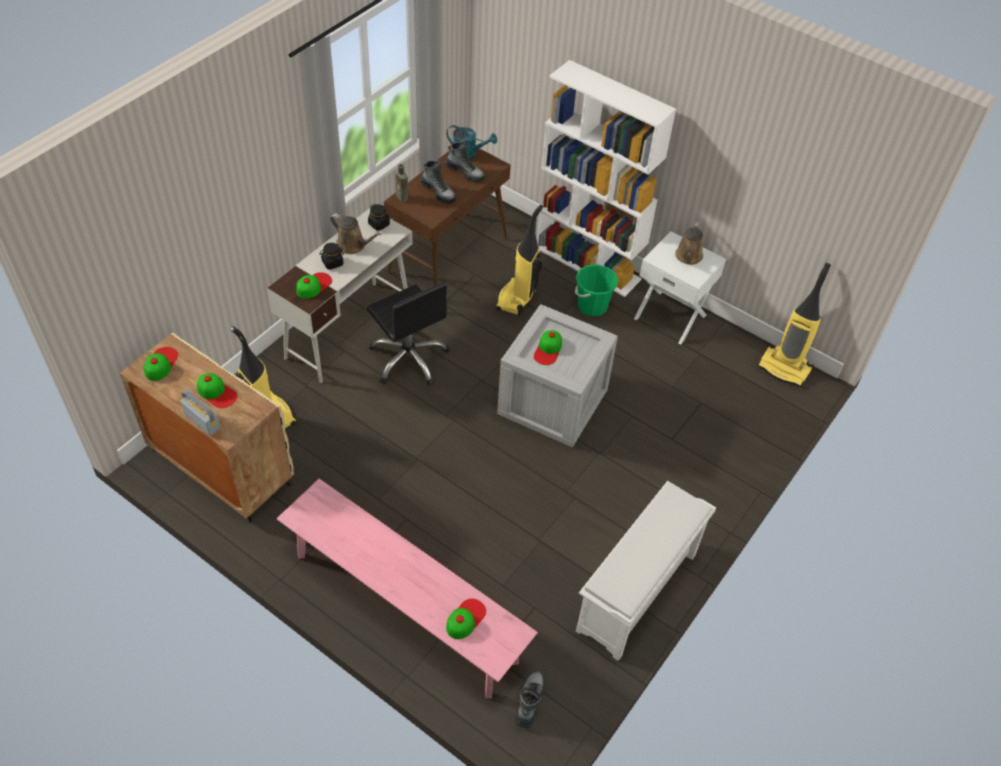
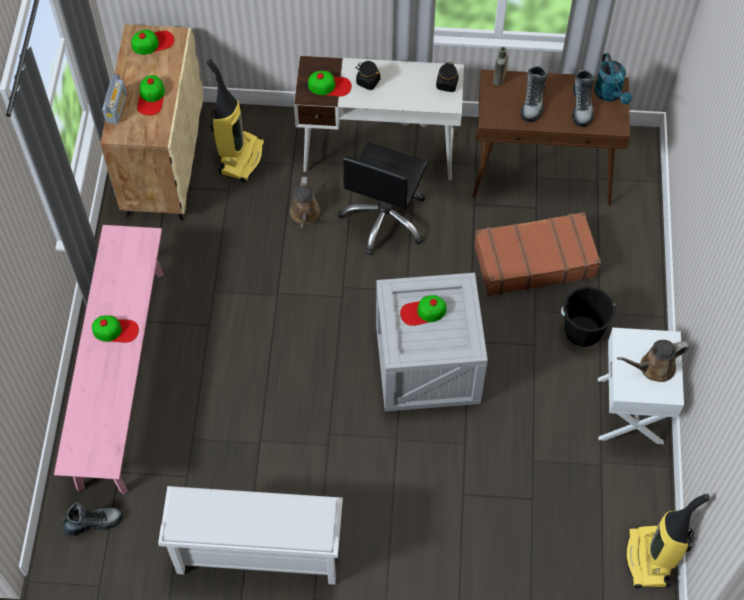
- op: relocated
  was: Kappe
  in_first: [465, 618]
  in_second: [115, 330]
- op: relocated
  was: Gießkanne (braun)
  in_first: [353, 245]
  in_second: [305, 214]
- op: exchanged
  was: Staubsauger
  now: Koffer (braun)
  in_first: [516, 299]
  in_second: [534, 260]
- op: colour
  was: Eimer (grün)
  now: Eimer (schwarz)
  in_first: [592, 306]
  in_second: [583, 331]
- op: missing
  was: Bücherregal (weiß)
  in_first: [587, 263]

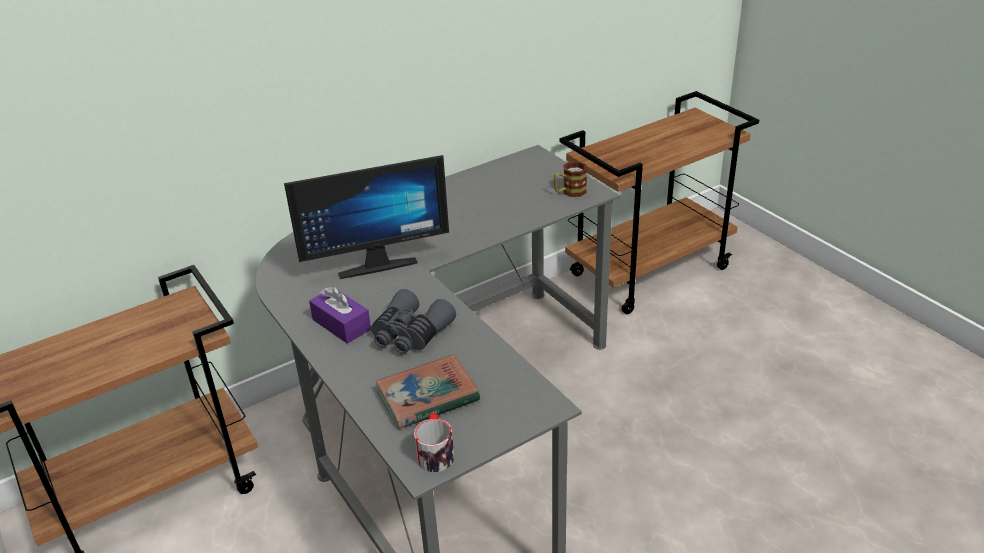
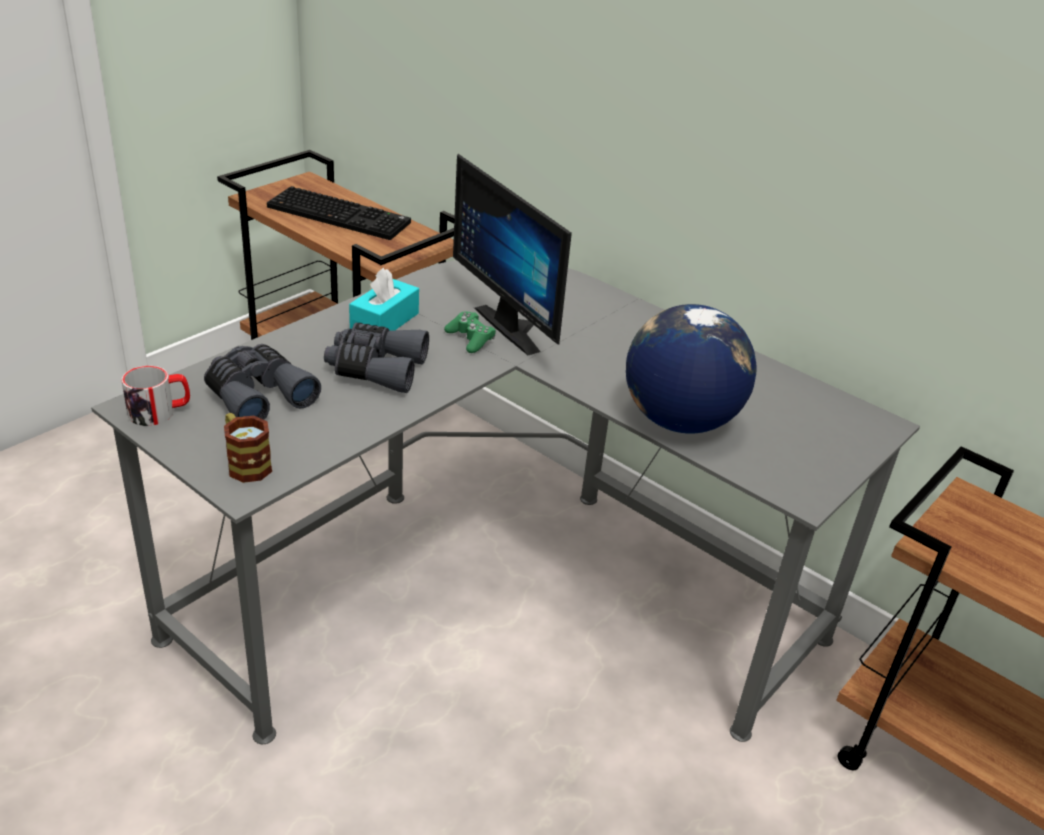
- op: exchanged
  was: Buch
  now: Fernglas (grau)
  in_first: [428, 397]
  in_second: [257, 395]
- op: relocated
  was: Henkelbecher
  in_first: [569, 192]
  in_second: [245, 463]
- op: appeared
  now: Tastatur
  in_second: [341, 215]
- op: colour
  was: Taschentuchbox (lila)
  now: Taschentuchbox (türkis)
  in_first: [341, 324]
  in_second: [384, 322]
- op: appeared
  now: Gamepad (grün)
  in_second: [470, 339]
- op: appeared
  now: Globus
  in_second: [679, 421]

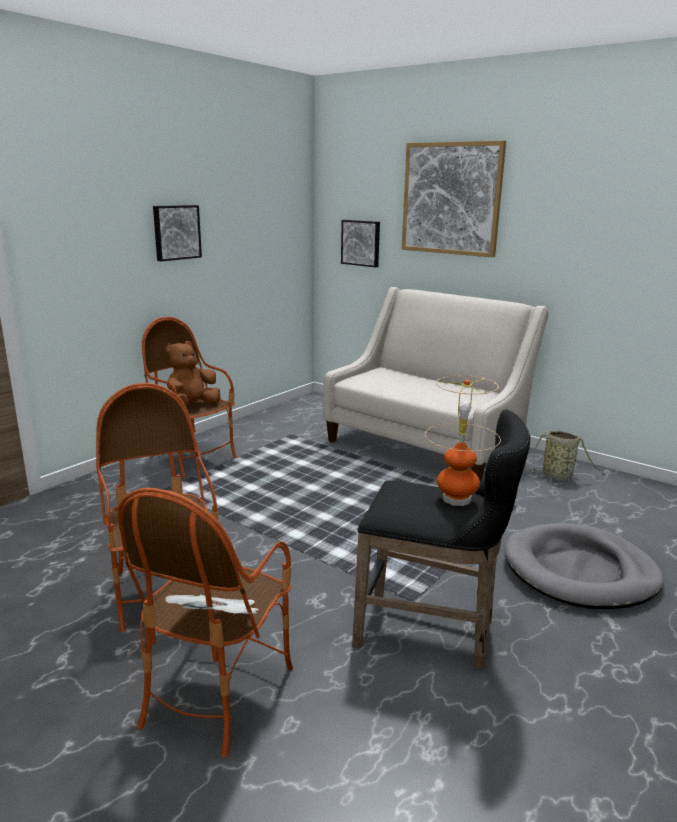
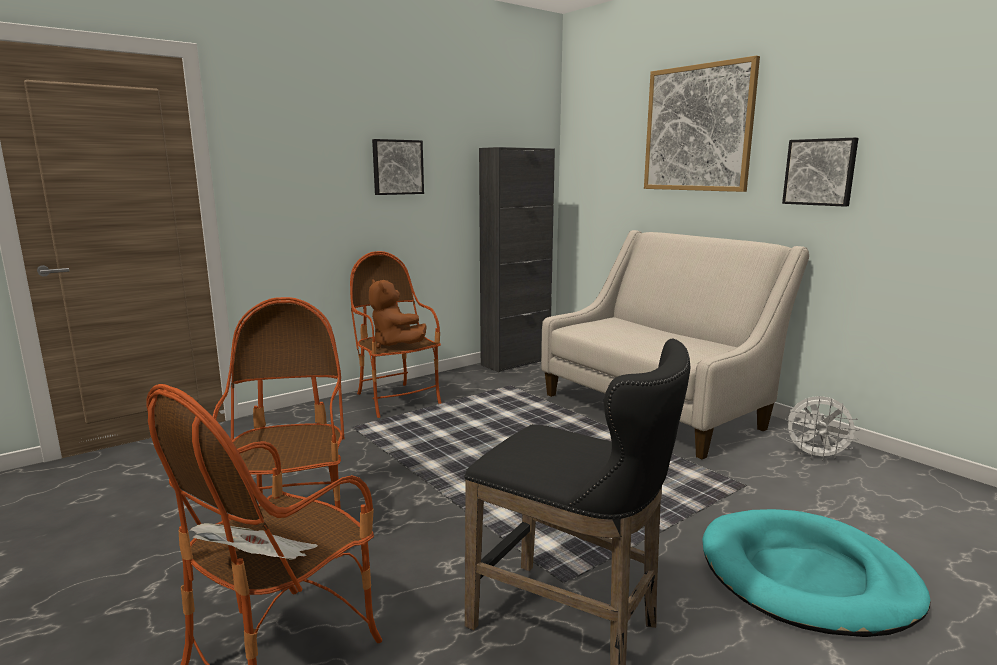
- op: spun
  was: Plüschtier (braun)
  in_first: [192, 407]
  in_second: [395, 345]
  clockwise: -90
- op: appeared
  now: Schrank (schwarz)
  in_second: [515, 362]
- op: colour
  was: Hundebett (grau)
  now: Hundebett (türkis)
  in_first: [580, 571]
  in_second: [806, 577]
- op: relocated
  was: Bild
  in_first: [361, 243]
  in_second: [820, 172]
- op: exchanged
  was: Korb
  now: Ventilator (weiß)
  in_first: [559, 476]
  in_second: [816, 456]
- op: missing
  was: Tischlampe
  in_first: [457, 499]

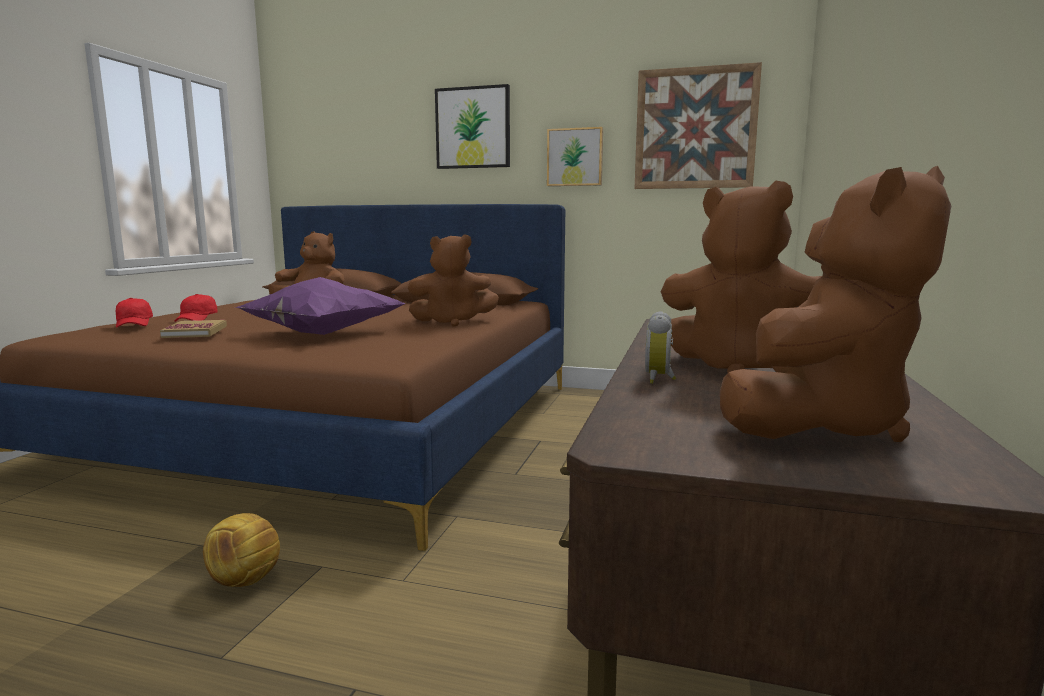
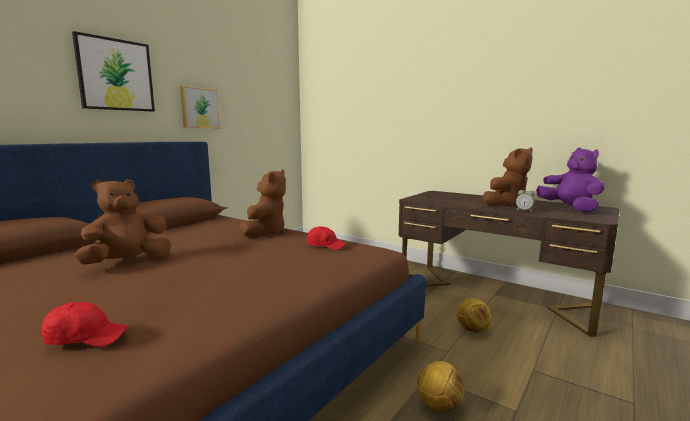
- op: relocated
  was: Kappe (rot)
  in_first: [197, 319]
  in_second: [326, 246]
- op: appeared
  now: Fußball
  in_second: [472, 330]
- op: colour
  was: Plüschtier (braun)
  now: Plüschtier (lila)
  in_first: [818, 424]
  in_second: [570, 209]
- op: missing
  was: Buch
  in_first: [195, 332]
- op: missing
  was: Kissen (lila)
  in_first: [322, 334]
- op: missing
  was: Bild
  in_first: [695, 129]

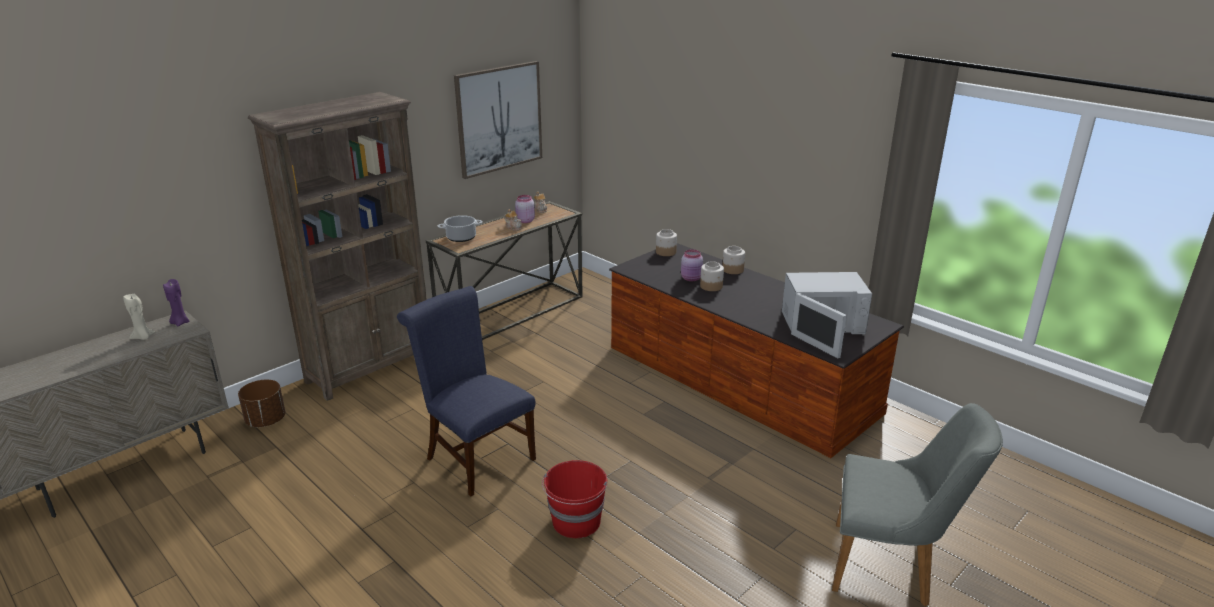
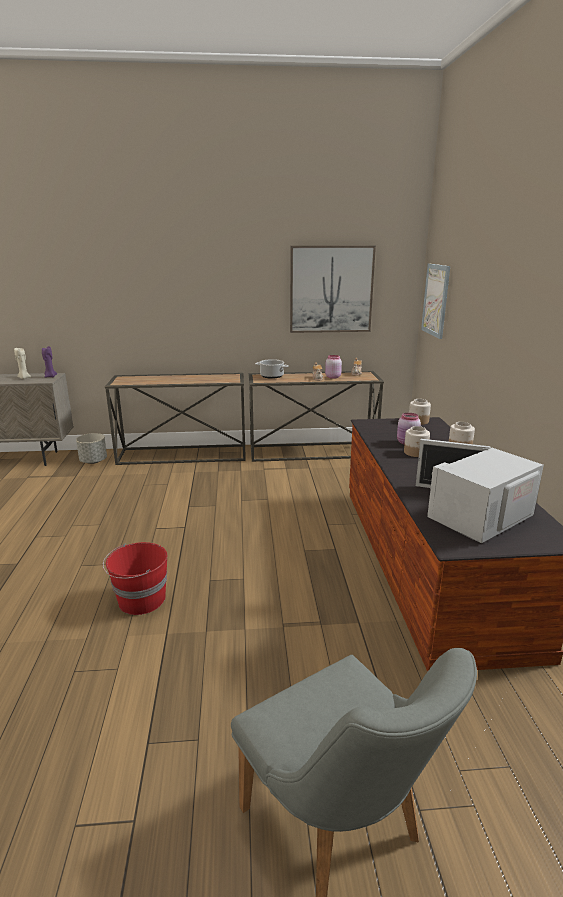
- op: colour
  was: Pflanzkübel (braun)
  now: Pflanzkübel (grau)
  in_first: [266, 421]
  in_second: [93, 461]
- op: exchanged
  was: Bücherregal (braun)
  now: Konsolentisch
  in_first: [371, 368]
  in_second: [183, 454]
- op: spun
  was: Mikrowelle (weiß)
  in_first: [821, 325]
  in_second: [478, 514]
  clockwise: 105
- op: appeared
  now: Bild
  in_second: [435, 300]
- op: missing
  was: Stuhl (blau)
  in_first: [476, 456]

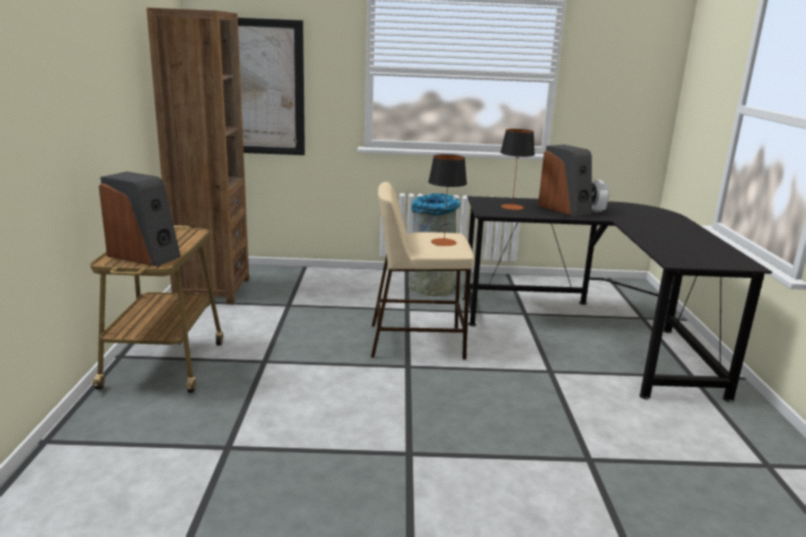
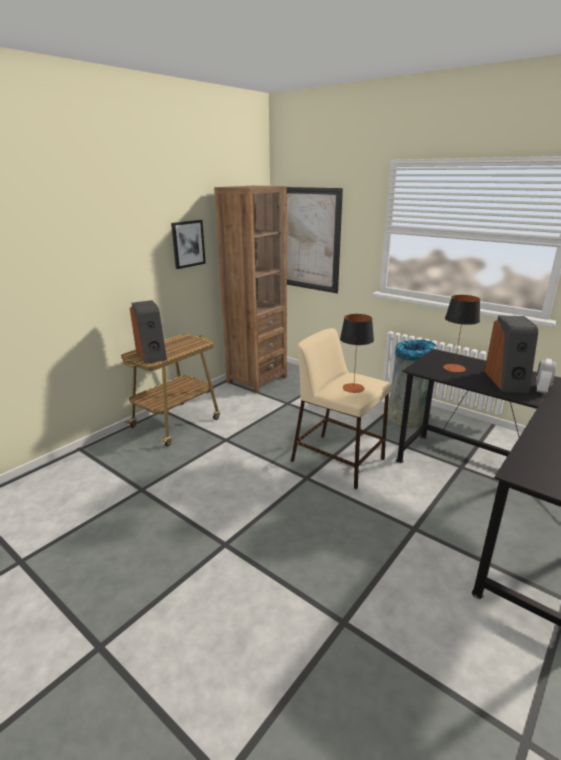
- op: appeared
  now: Bild
  in_second: [188, 244]

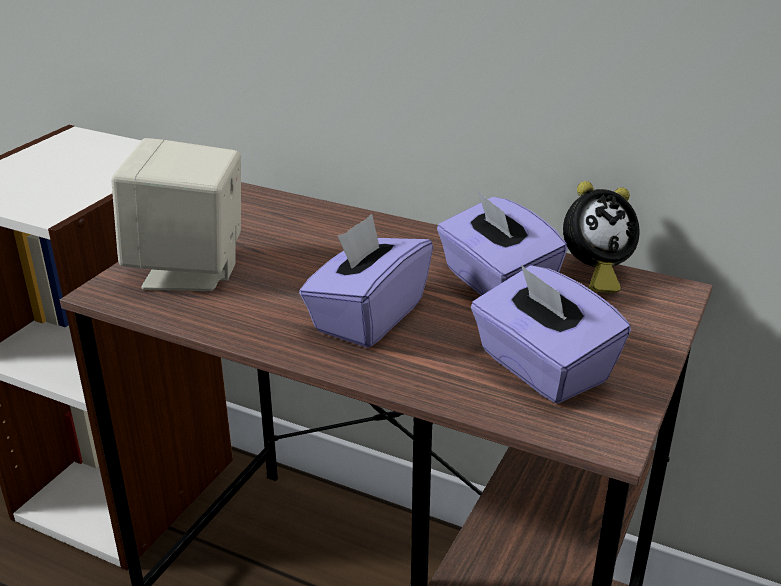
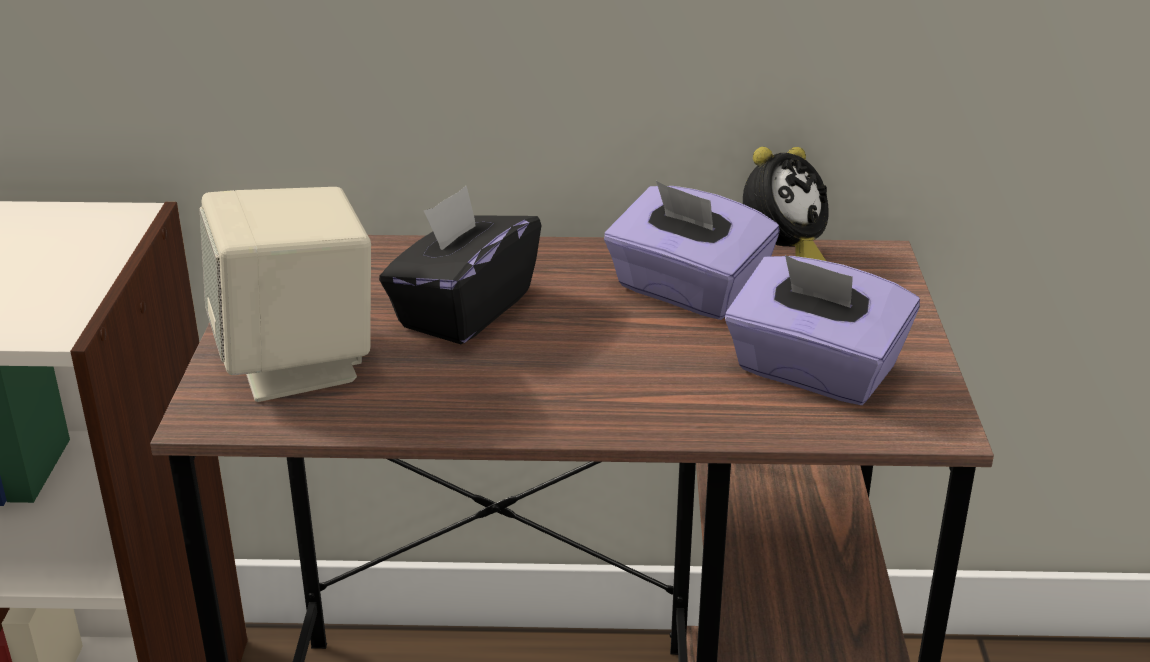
- op: appeared
  now: Taschentuchbox (schwarz)
  in_second: [463, 310]
- op: missing
  was: Taschentuchbox (lila)
  in_first: [367, 317]

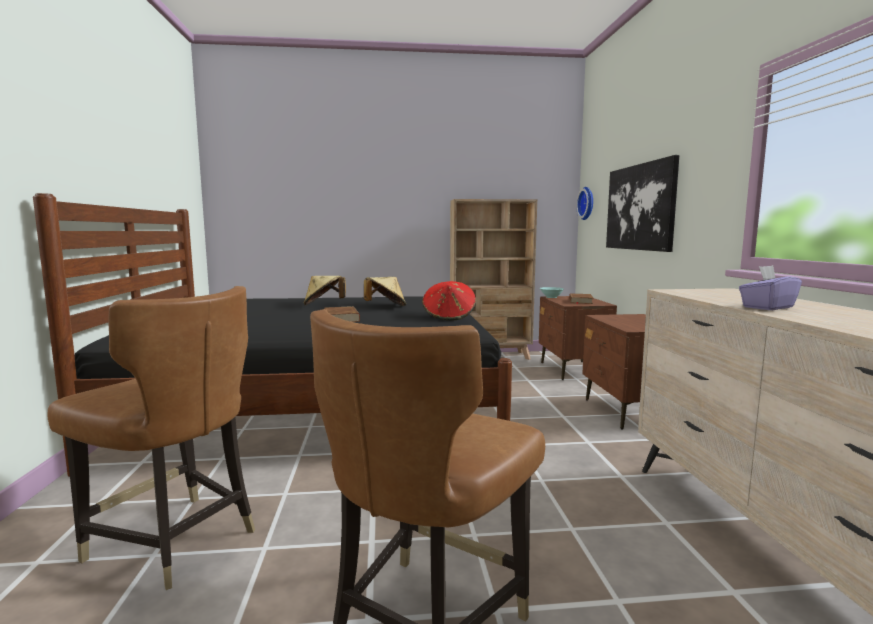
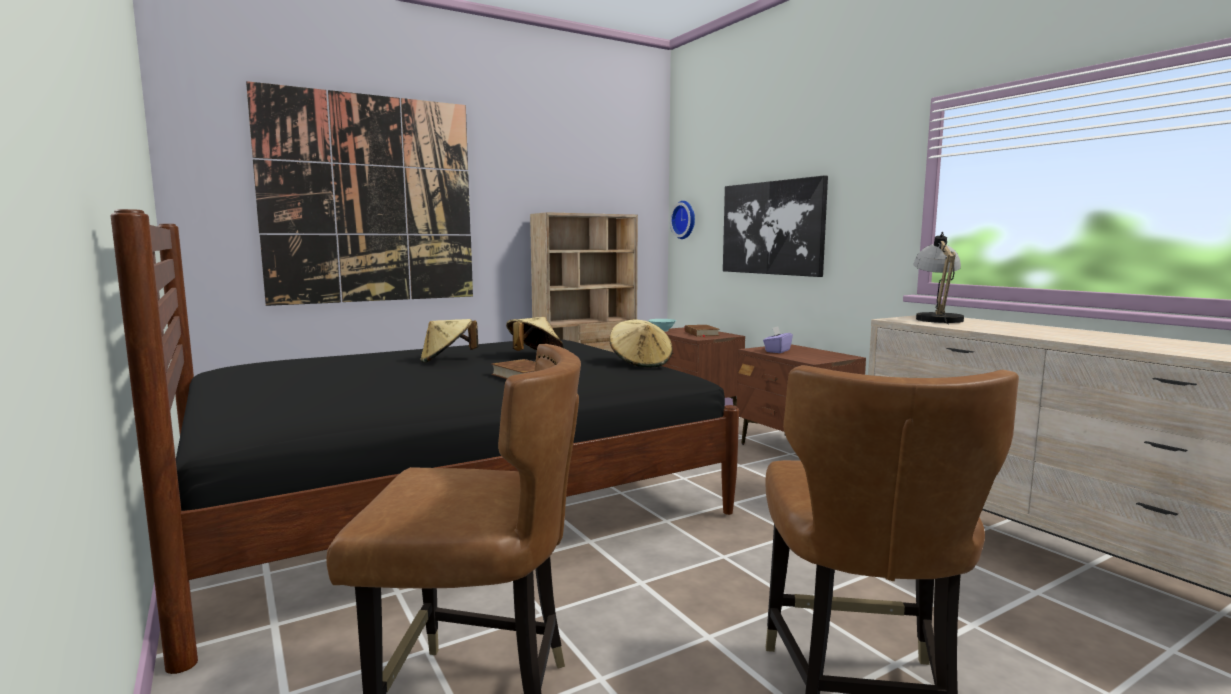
- op: appeared
  now: Bild
  in_second: [370, 200]
- op: colour
  was: Hut (rot)
  now: Hut (beige)
  in_first: [449, 317]
  in_second: [641, 363]
- op: relocated
  was: Taschentuchbox (lila)
  in_first: [767, 307]
  in_second: [777, 351]
- op: appeared
  now: Tischlampe
  in_second: [936, 319]

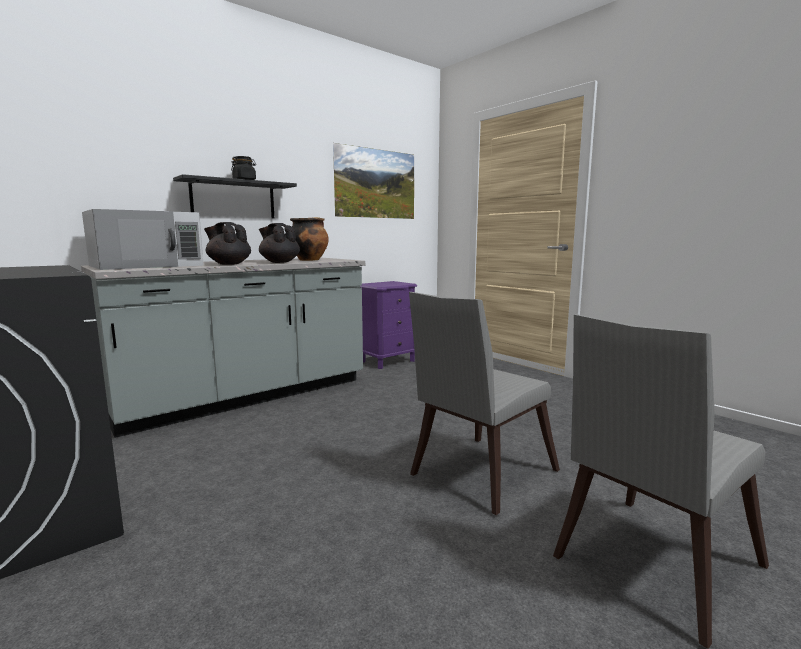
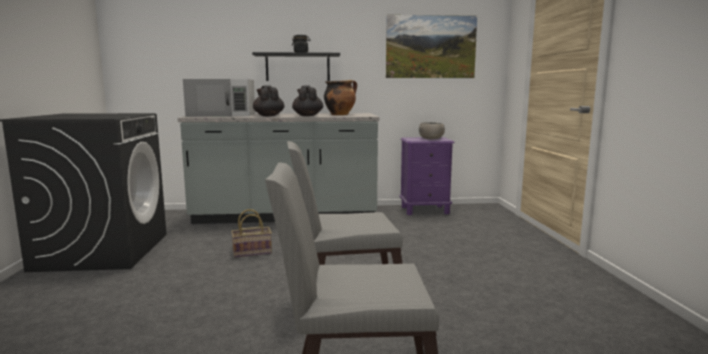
- op: appeared
  now: Korb
  in_second: [253, 252]
- op: appeared
  now: Schüssel (grau)
  in_second: [431, 139]

